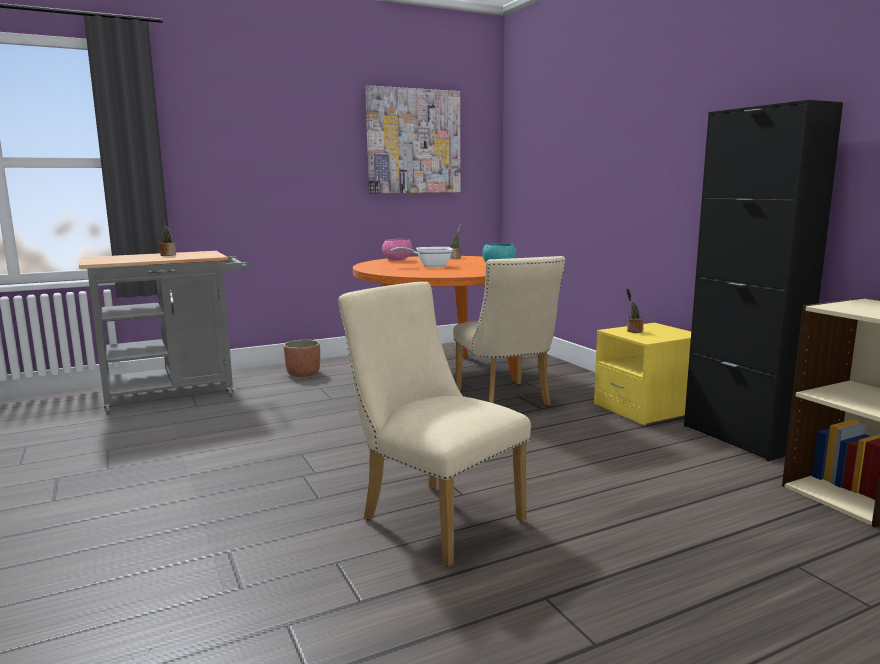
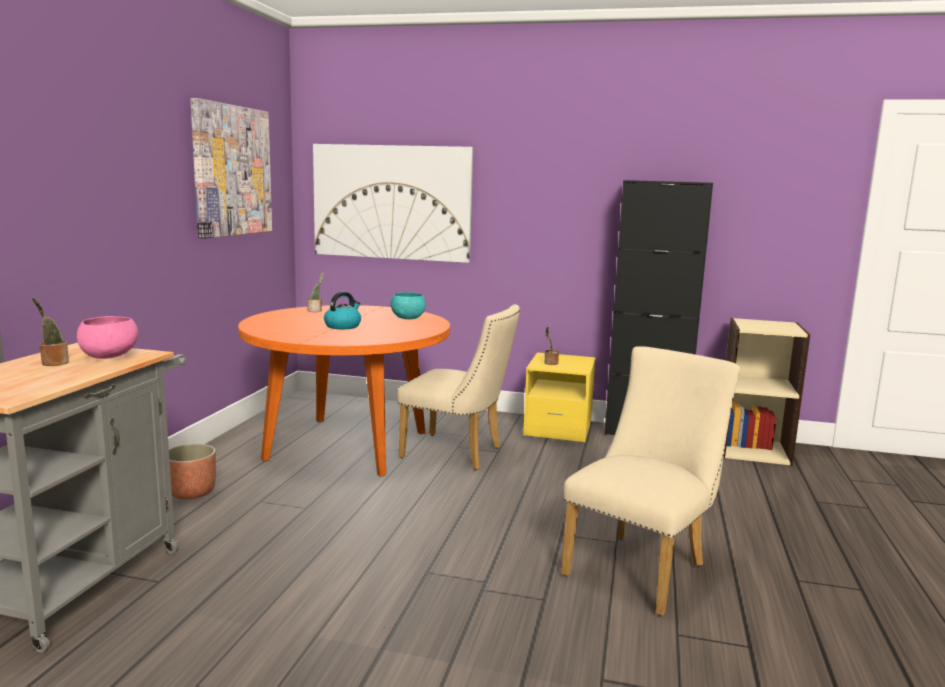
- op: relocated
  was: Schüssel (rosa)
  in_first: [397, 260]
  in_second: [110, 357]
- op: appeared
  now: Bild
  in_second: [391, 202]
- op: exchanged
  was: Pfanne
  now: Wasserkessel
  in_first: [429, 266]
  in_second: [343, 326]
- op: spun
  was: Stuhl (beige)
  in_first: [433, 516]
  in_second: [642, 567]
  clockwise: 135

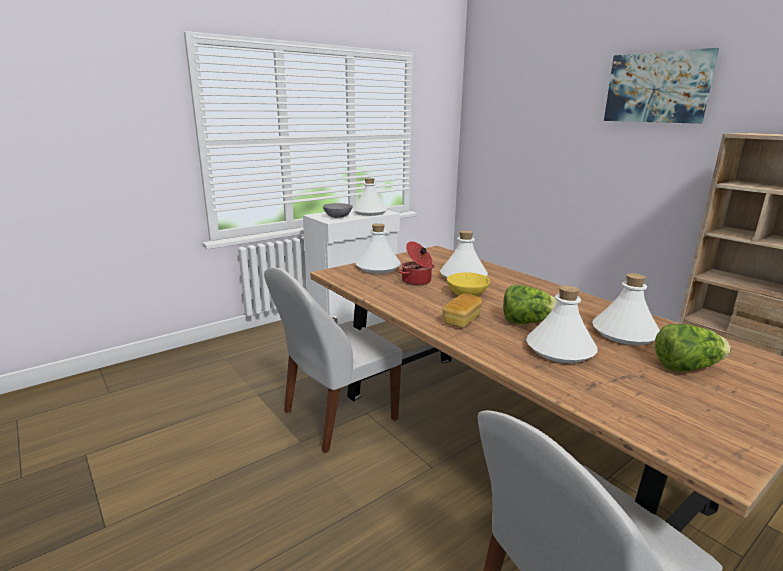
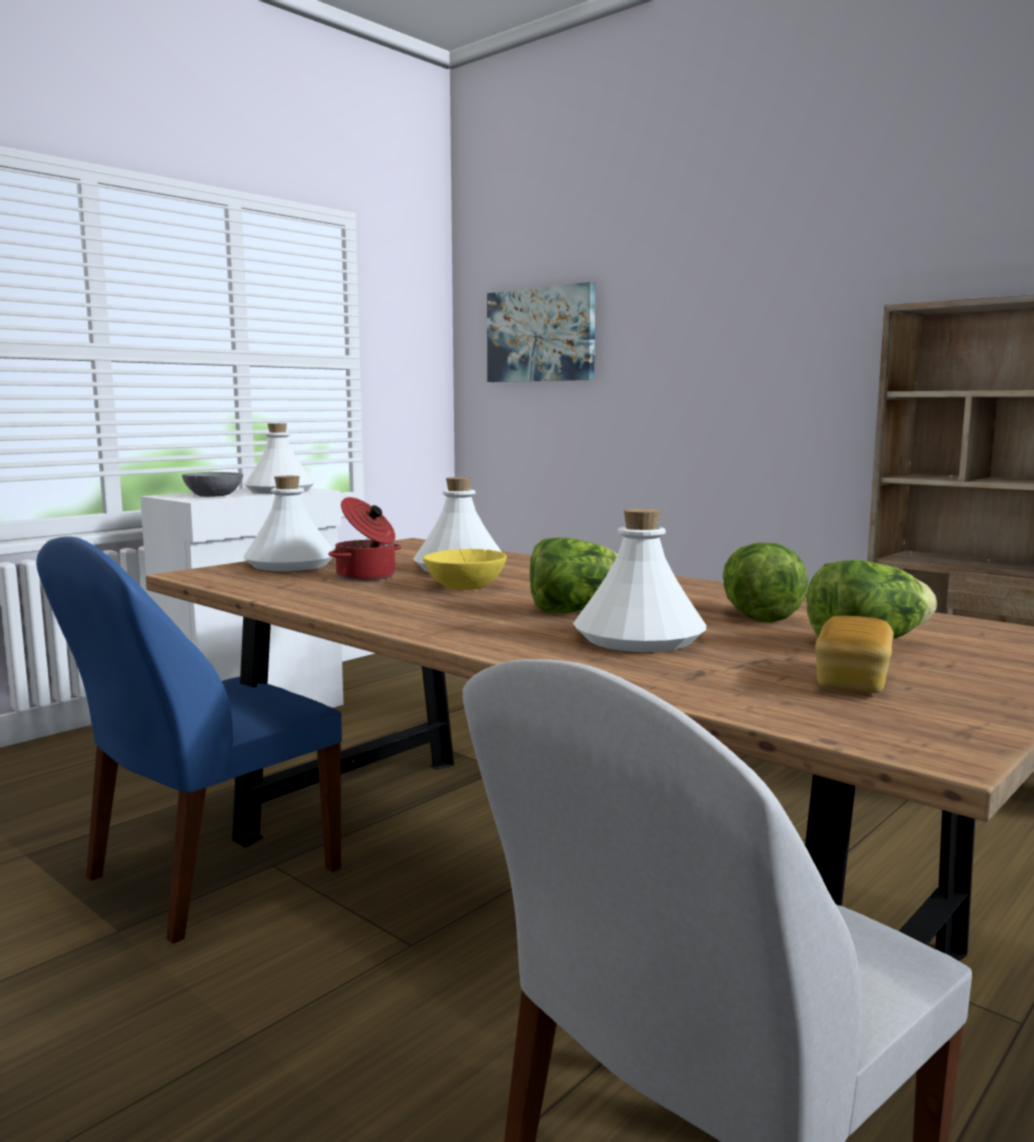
- op: colour
  was: Stuhl (weiß)
  now: Stuhl (blau)
  in_first: [337, 416]
  in_second: [207, 877]
- op: relocated
  was: Bild
  in_first: [657, 88]
  in_second: [541, 335]
- op: exchanged
  was: Flasche (weiß)
  now: Salatkopf
  in_first: [624, 334]
  in_second: [756, 615]
- op: relocated
  was: Brot
  in_first: [461, 320]
  in_second: [852, 681]

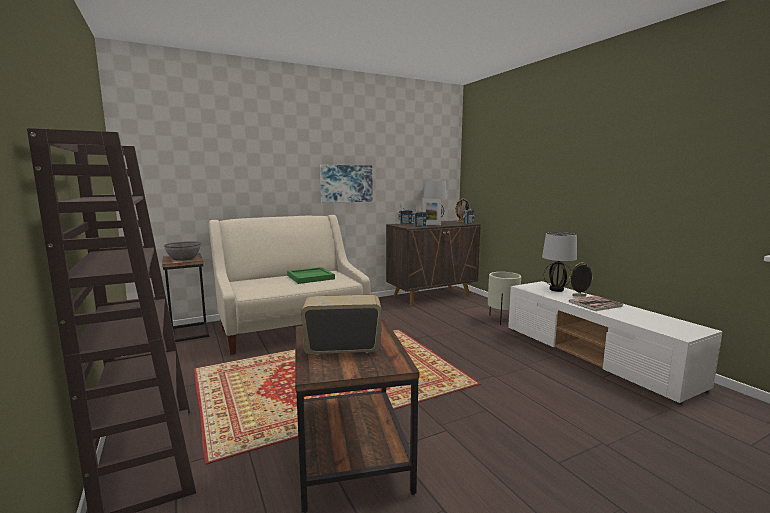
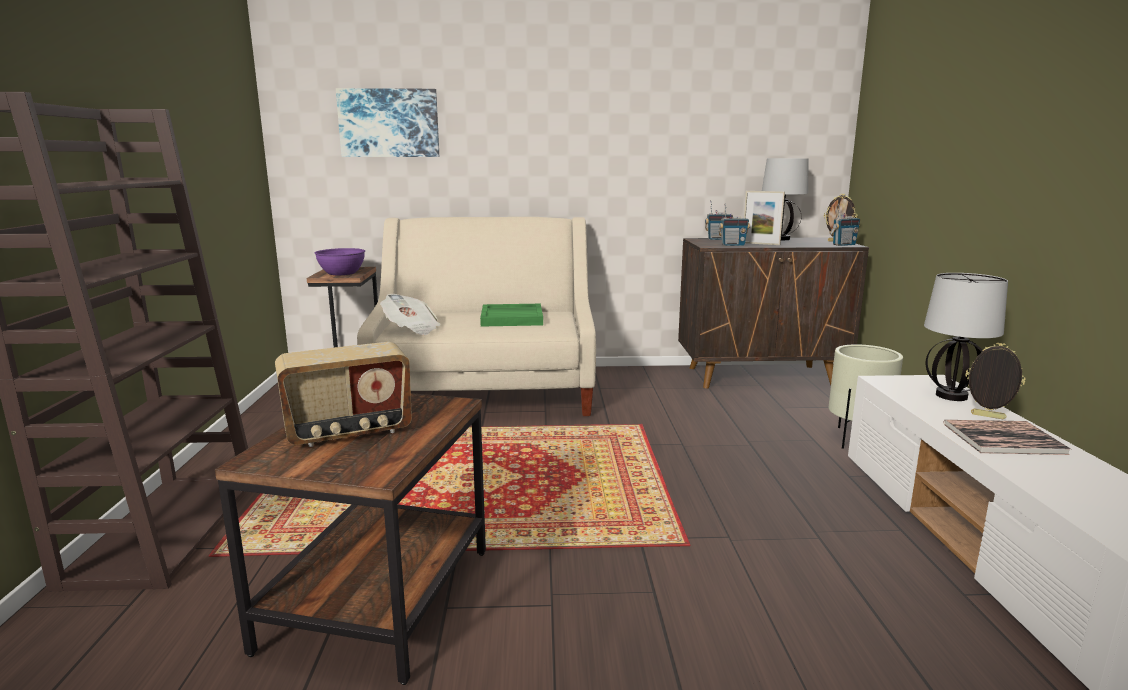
- op: spun
  was: Radio
  in_first: [343, 349]
  in_second: [349, 432]
  clockwise: 135
- op: colour
  was: Schüssel (grau)
  now: Schüssel (lila)
  in_first: [183, 258]
  in_second: [342, 273]
- op: relocated
  was: Bild
  in_first: [346, 183]
  in_second: [389, 123]
- op: appeared
  now: Zeitung
  in_second: [411, 329]

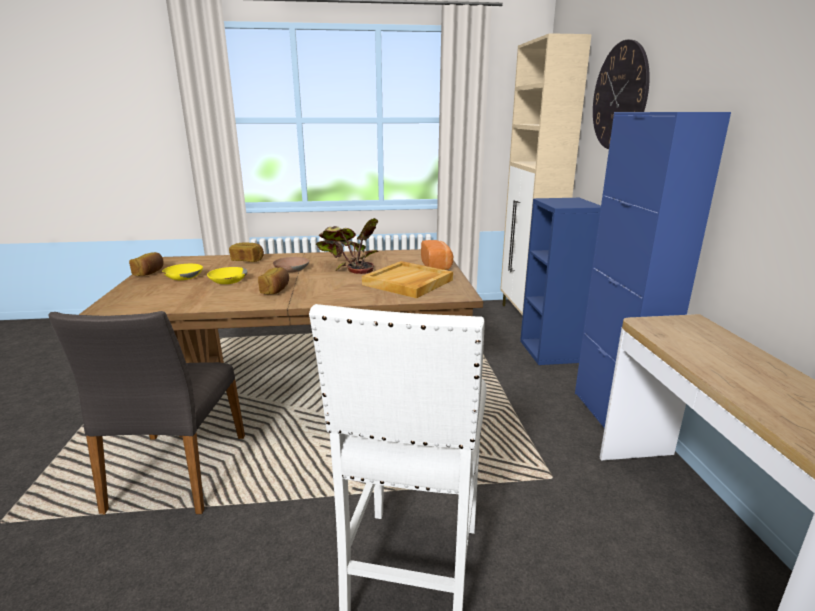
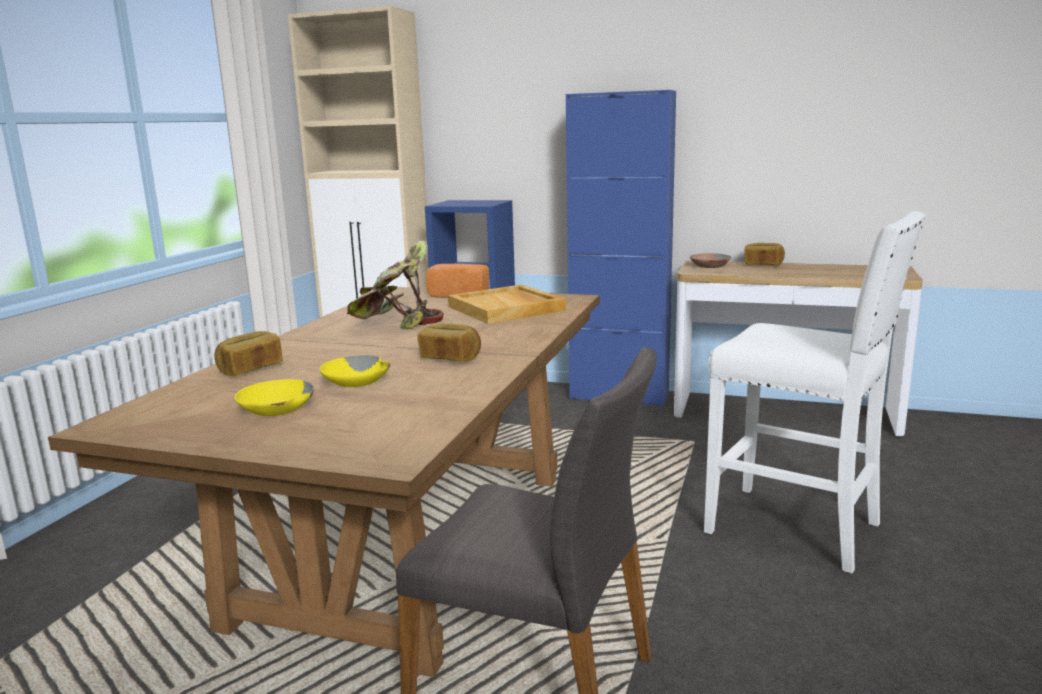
- op: relocated
  was: Schüssel (braun)
  in_first: [291, 269]
  in_second: [709, 266]
- op: relocated
  was: Brot
  in_first: [149, 272]
  in_second: [763, 264]
- op: missing
  was: Wanduhr
  in_first: [619, 96]

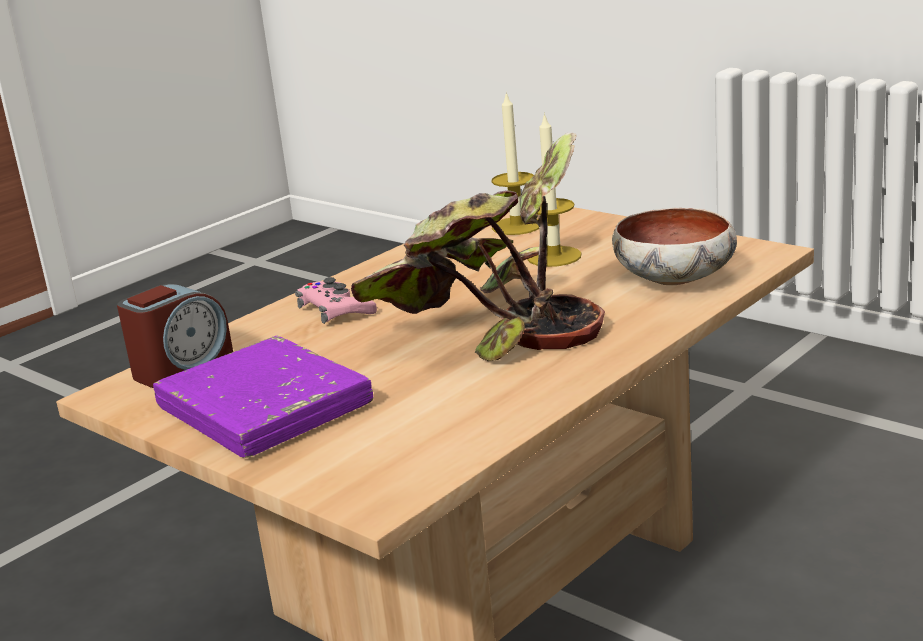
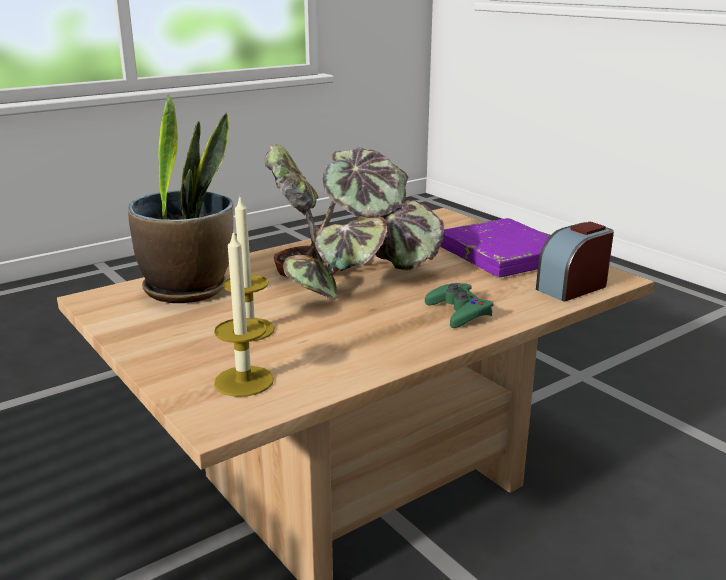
- op: exchanged
  was: Schüssel
  now: Topfpflanze
  in_first: [677, 279]
  in_second: [188, 289]
- op: colour
  was: Gamepad (rosa)
  now: Gamepad (grün)
  in_first: [335, 310]
  in_second: [458, 312]

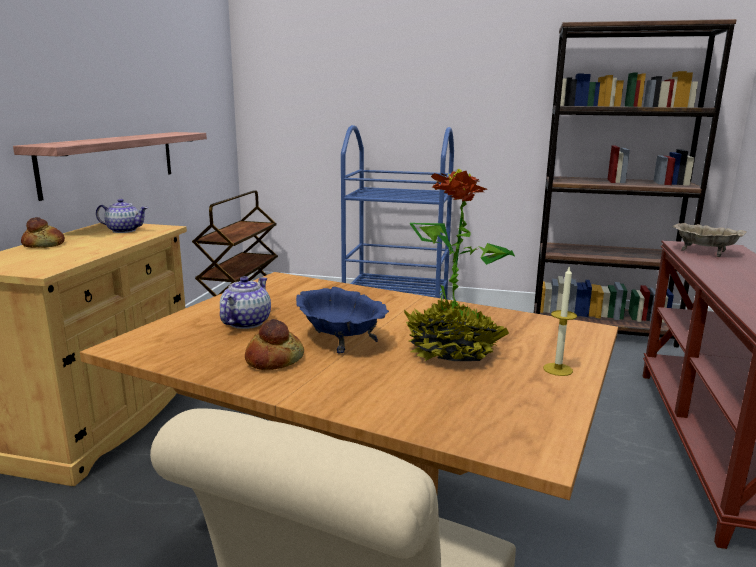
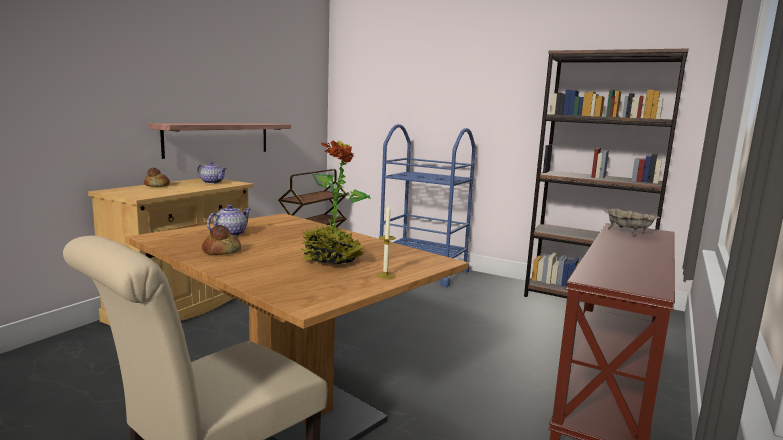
- op: missing
  was: Schüssel (blau)
  in_first: [340, 340]

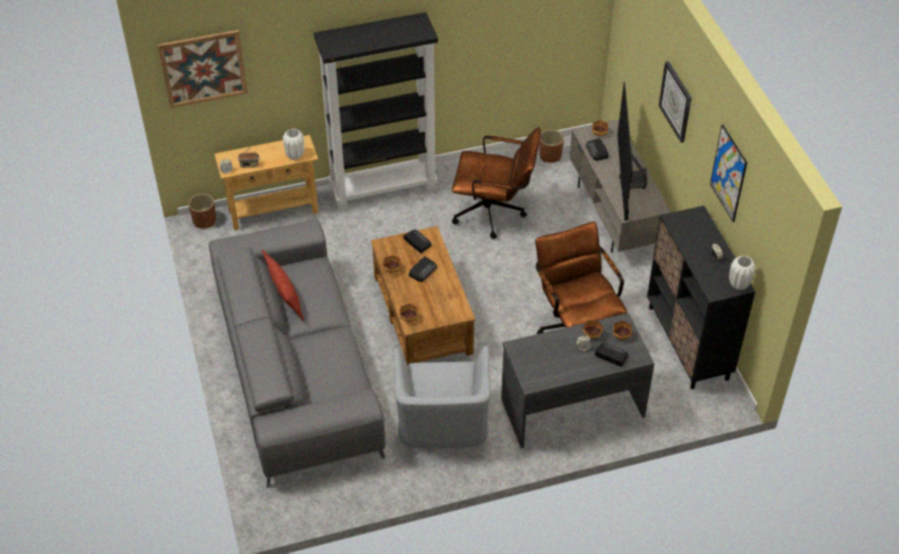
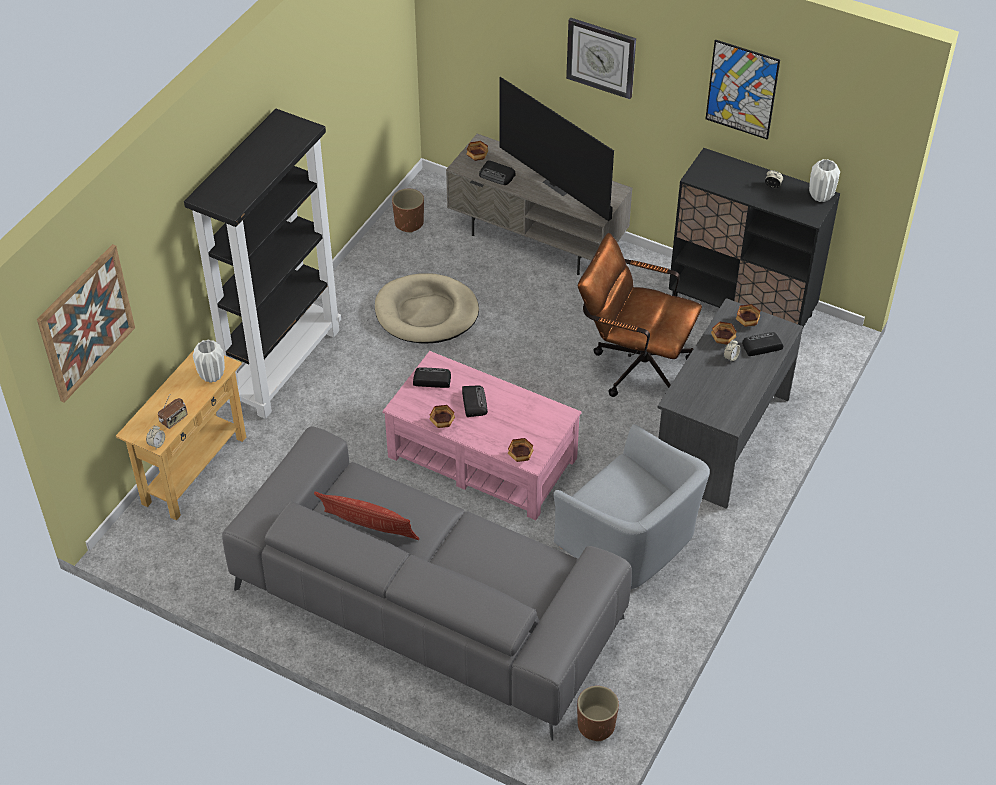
- op: exchanged
  was: Bürostuhl (braun)
  now: Hundebett (beige)
  in_first: [494, 213]
  in_second: [426, 313]
- op: colour
  was: Couchtisch (braun)
  now: Couchtisch (rosa)
  in_first: [423, 313]
  in_second: [482, 456]
- op: relocated
  was: Pflanzkübel (braun)
  in_first: [204, 220]
  in_second: [595, 725]

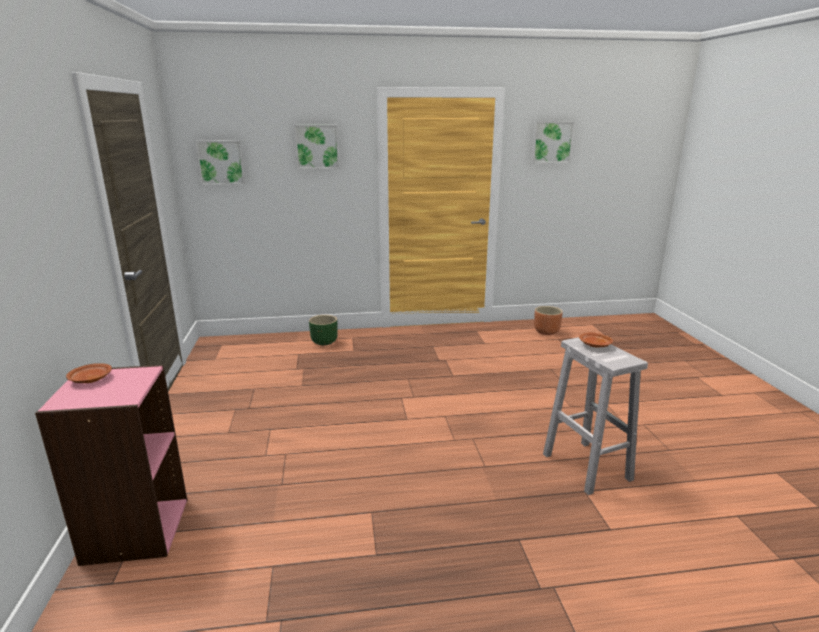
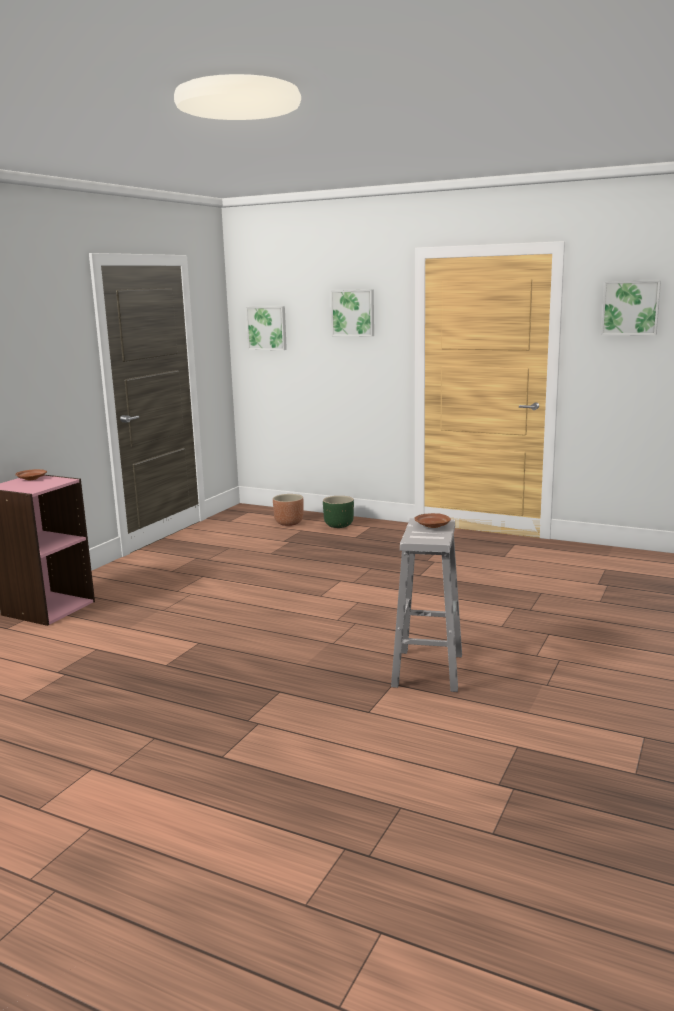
- op: relocated
  was: Pflanzkübel (braun)
  in_first: [546, 332]
  in_second: [288, 523]

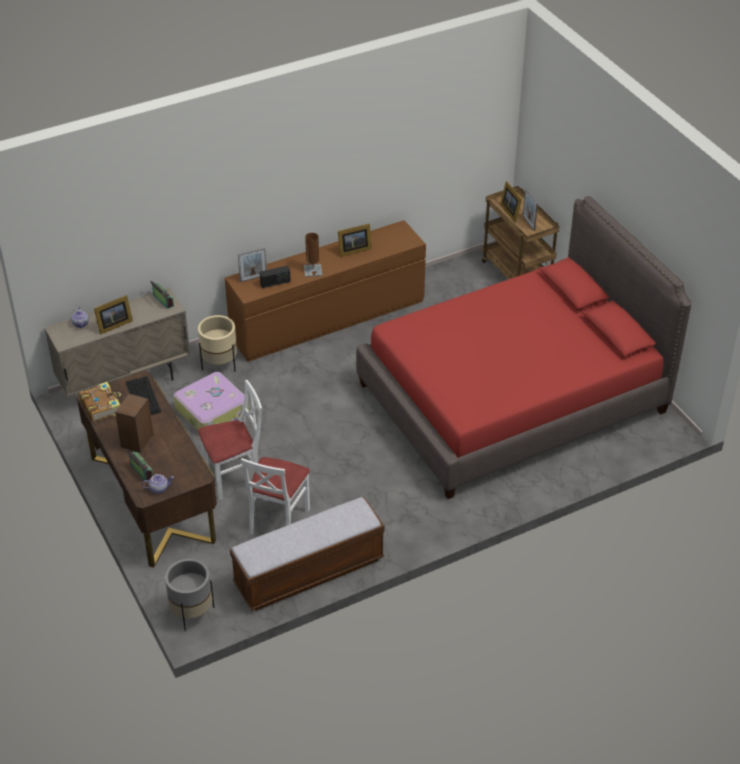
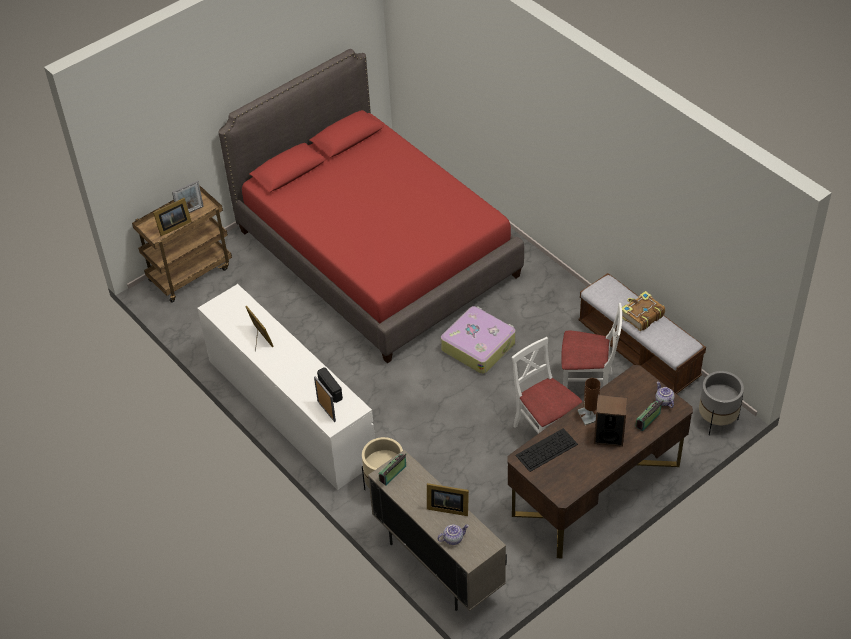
- op: colour
  was: Kommode (braun)
  now: Kommode (weiß)
  in_first: [328, 319]
  in_second: [290, 410]
- op: spun
  was: Bilderrahmen
  in_first: [113, 325]
  in_second: [447, 507]
  clockwise: 150
- op: relocated
  was: Koffer
  in_first: [213, 411]
  in_second: [478, 345]
- op: relocated
  was: Tischlampe (braun)
  in_first: [313, 270]
  in_second: [590, 415]
- op: relocated
  was: Buch
  in_first: [101, 407]
  in_second: [641, 316]

